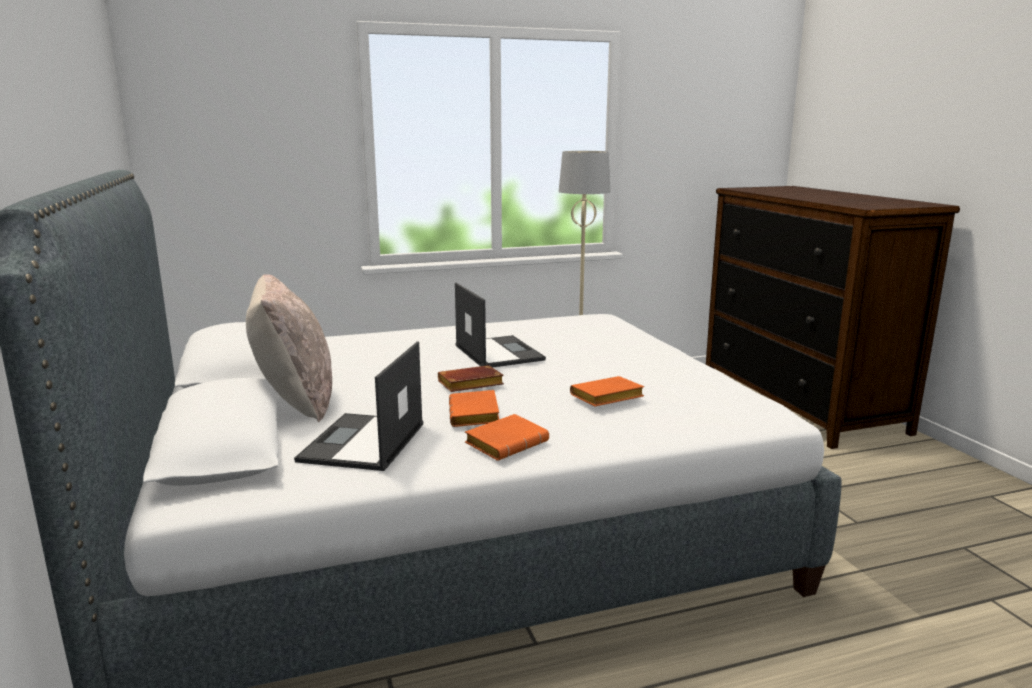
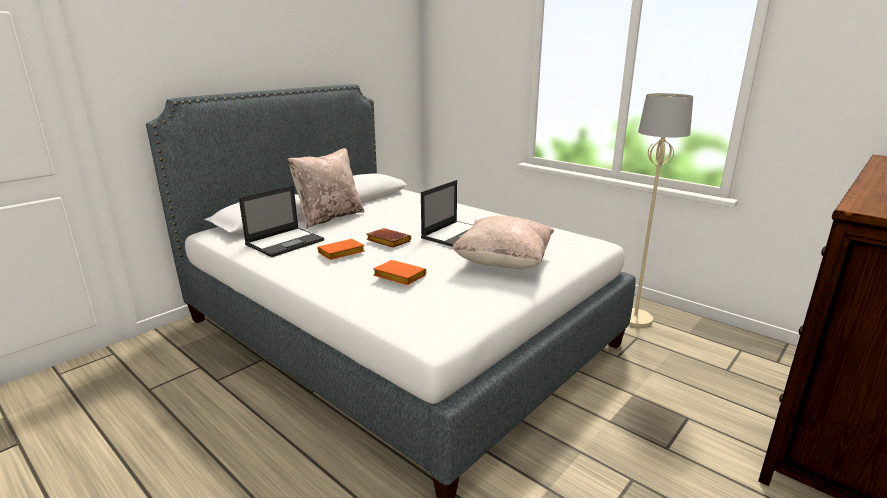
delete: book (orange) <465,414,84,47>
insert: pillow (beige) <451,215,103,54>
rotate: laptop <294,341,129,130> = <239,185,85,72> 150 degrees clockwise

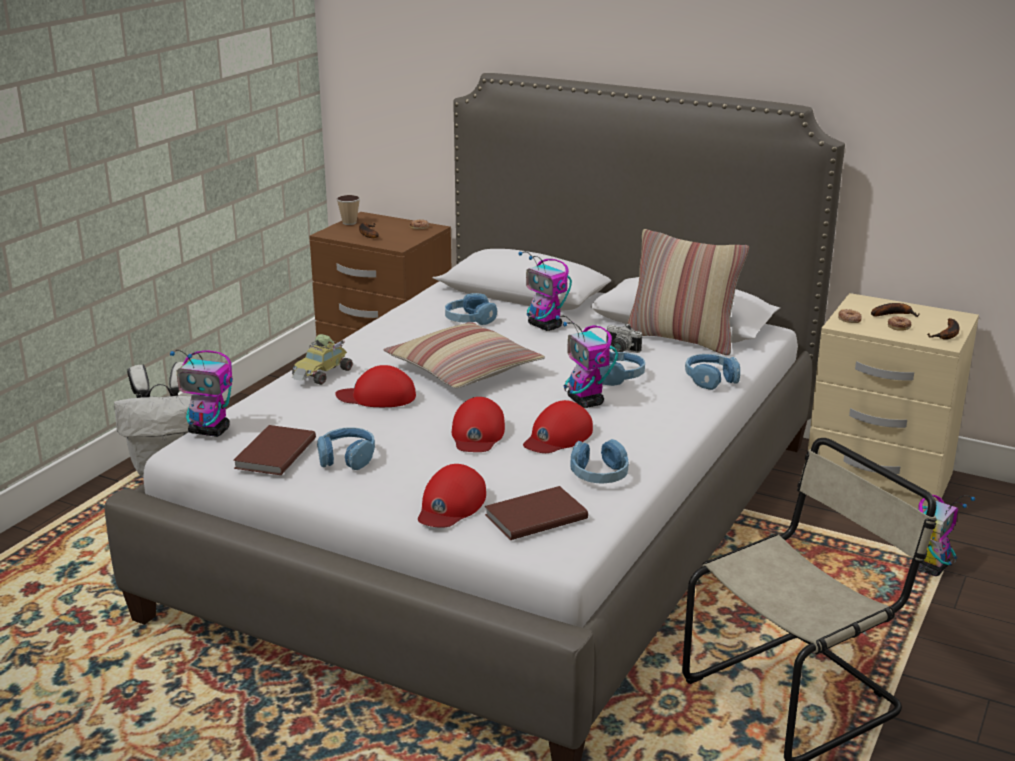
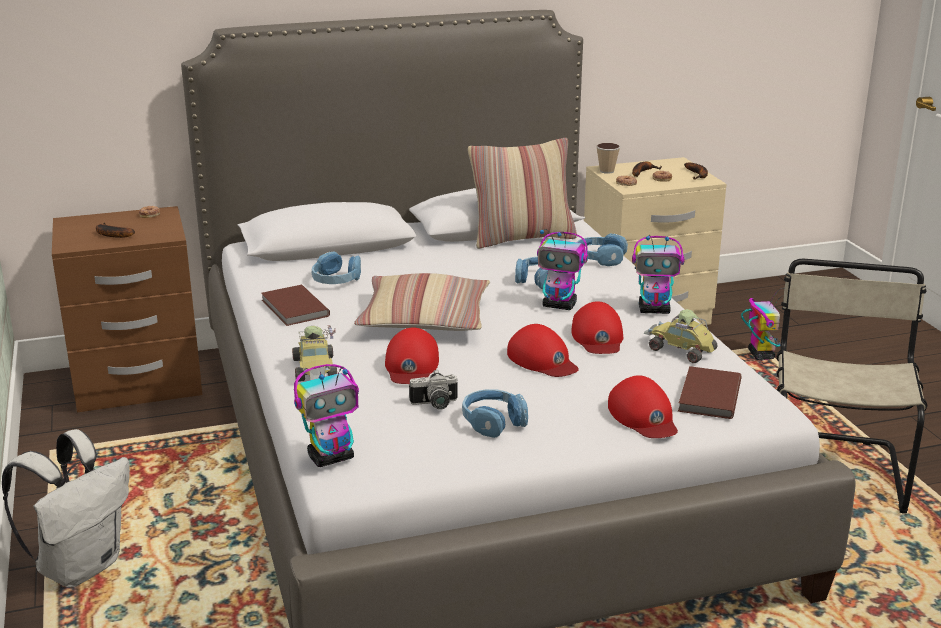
move: cup <337,195,23,30> to <596,143,24,31>; toy robot <518,251,54,80> to <632,235,52,79>; photo camera <606,323,36,30> to <409,370,49,40>; book (brown) <233,425,83,50> to <261,285,69,41>
replace: headphones (blue) <570,439,59,44> to toy car <643,309,74,54>
rotate: cap (red) <335,365,81,42> = <385,327,54,57> 45 degrees counterclockwise

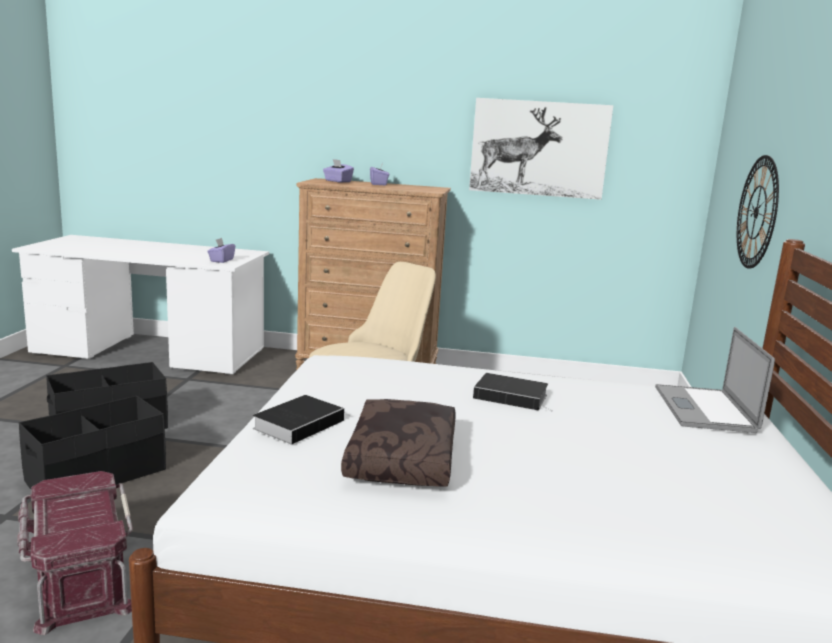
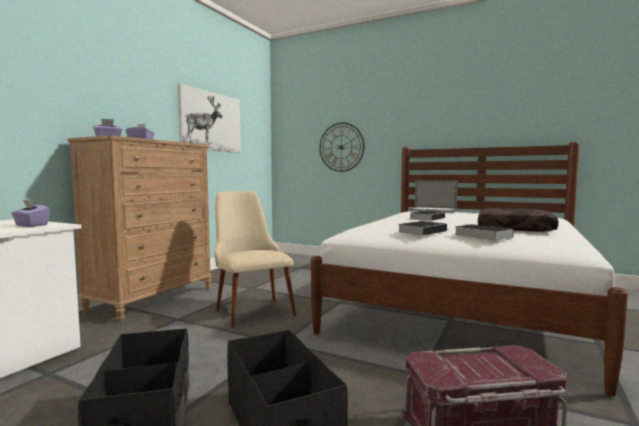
insert: book <398,221,50,14>

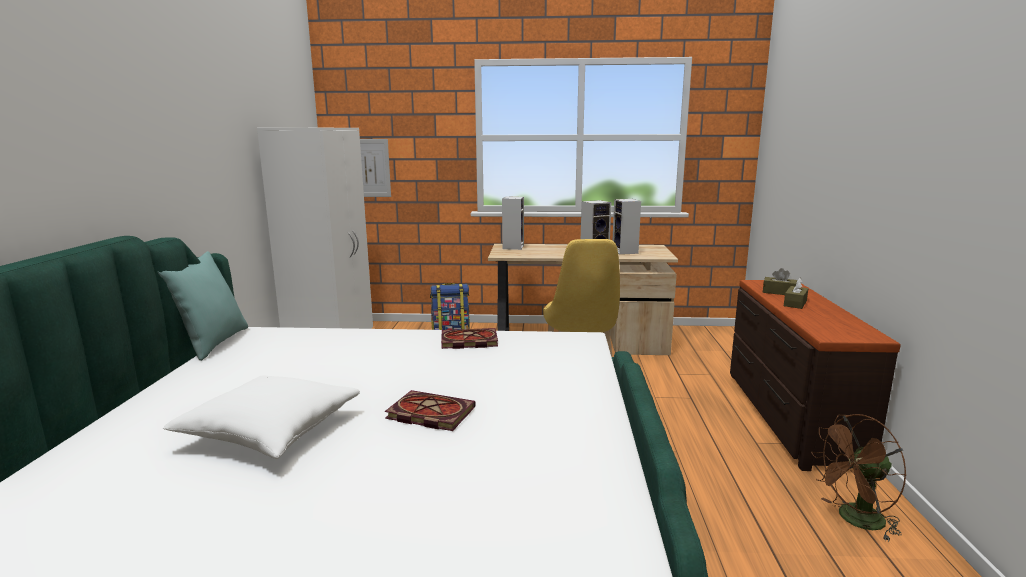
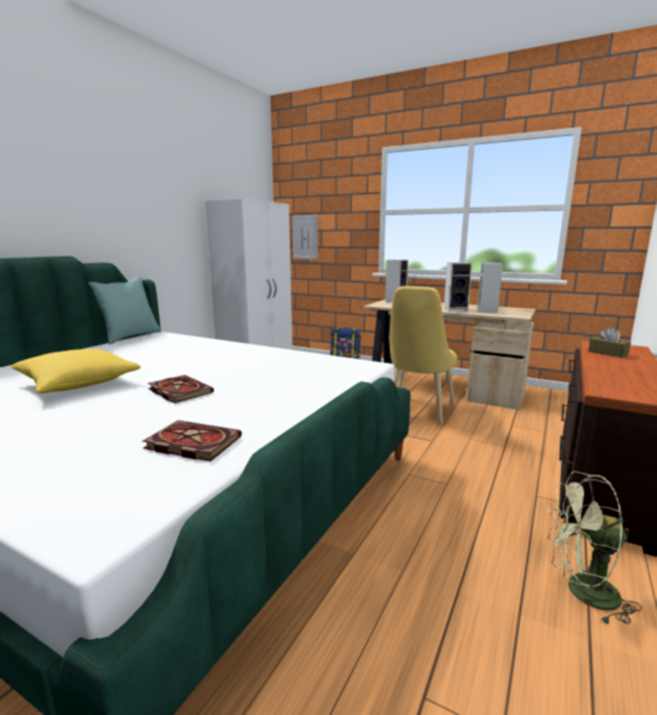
delete: tissue box (brown) <784,278,24,31>
move: book <441,328,57,21> to <142,420,100,41>
recolor: pillow (white) <163,375,197,84> to pillow (yellow) <11,349,130,44>; fan (brown) <811,414,96,128> to fan (green) <546,471,96,155>

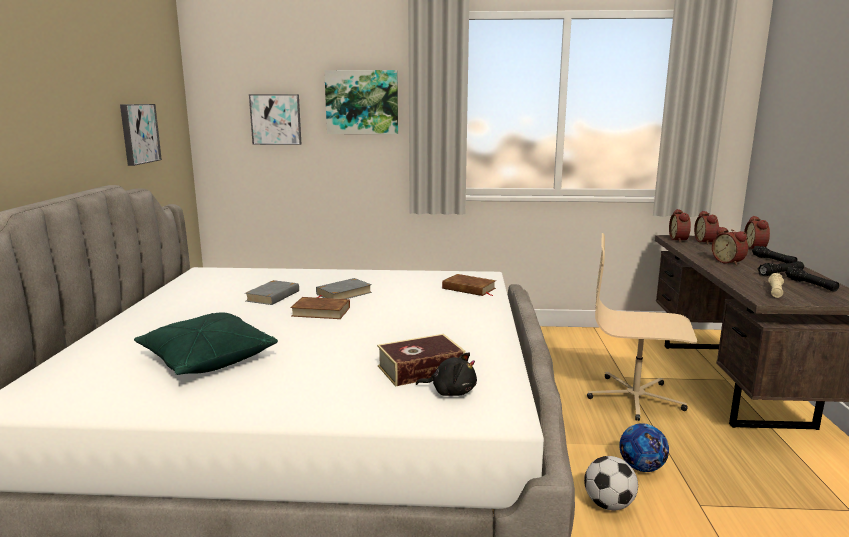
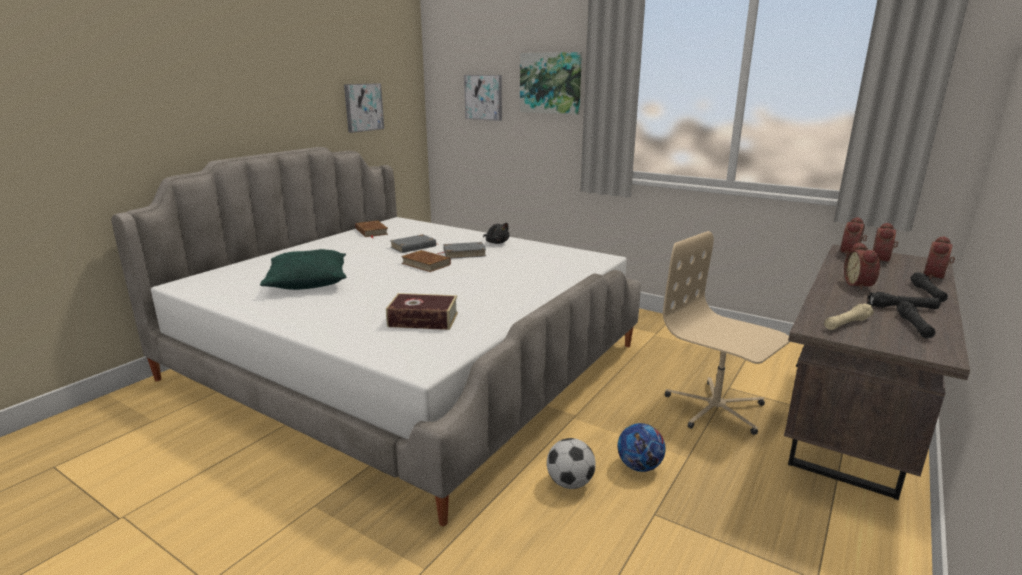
move: book (brown) <442,274,54,22> to <355,221,33,17>; plush toy (black) <416,352,61,44> to <483,223,27,21>

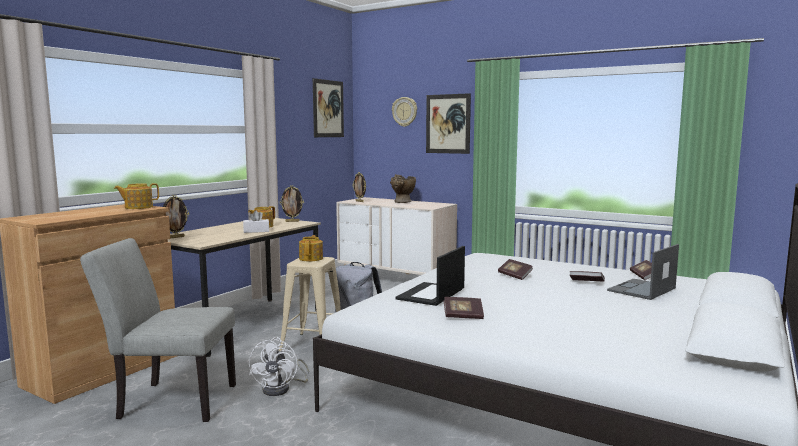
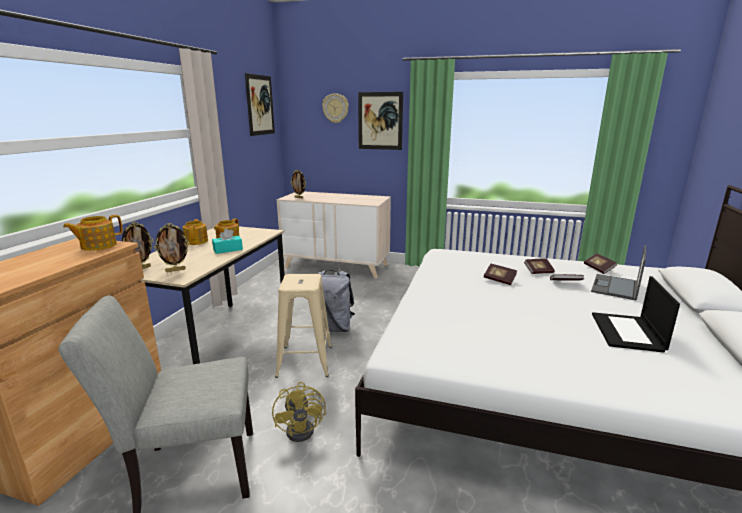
delete: vase (beige) <390,174,26,29>
move: picture frame <280,185,24,37> to <154,223,36,49>; teapot <299,235,24,26> to <182,219,26,26>; laptop <395,246,70,60> to <592,276,88,77>; book <444,297,40,22> to <524,258,31,16>
recolor: tissue box (white) <243,210,26,23> to tissue box (turquoise) <212,229,31,25>; fan (white) <249,337,60,59> to fan (yellow) <272,382,54,60>

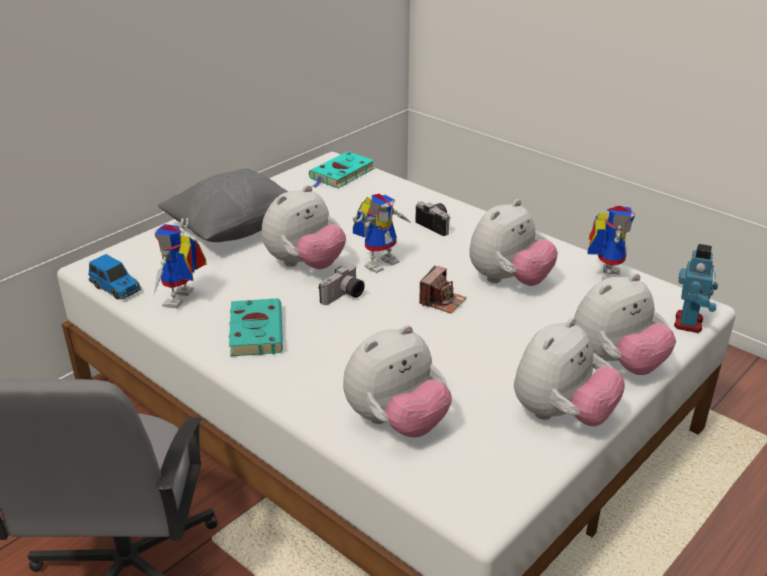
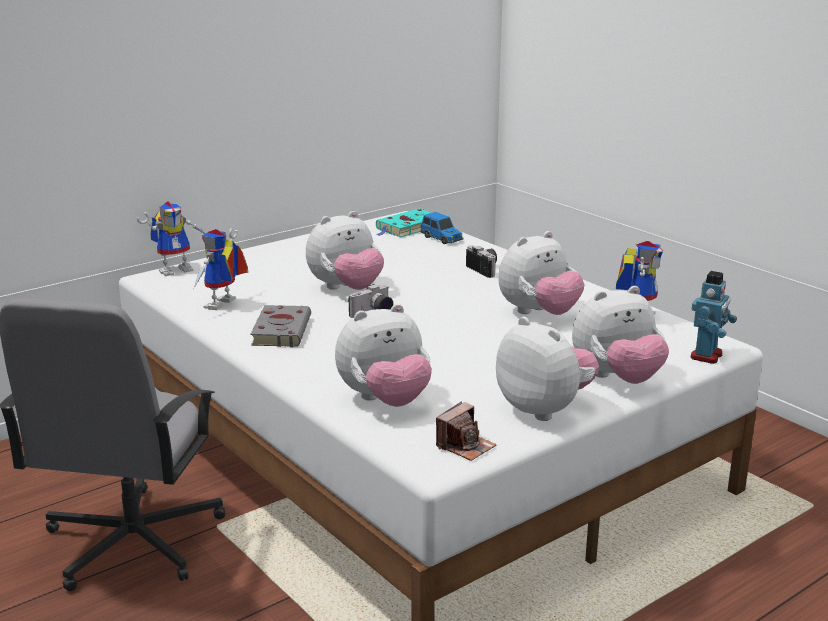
delete: pillow (grey) <158,169,131,73>
move: toy robot <352,194,59,79> to <137,201,69,75>; toy car <88,254,53,45> to <420,212,44,32>; photo camera <419,266,48,48> to <436,401,61,60>
recolor: book (turquoise) <229,298,54,59> to book (grey) <251,305,60,42>
rotate: plush toy <514,318,111,108> = <496,317,103,104> 90 degrees counterclockwise

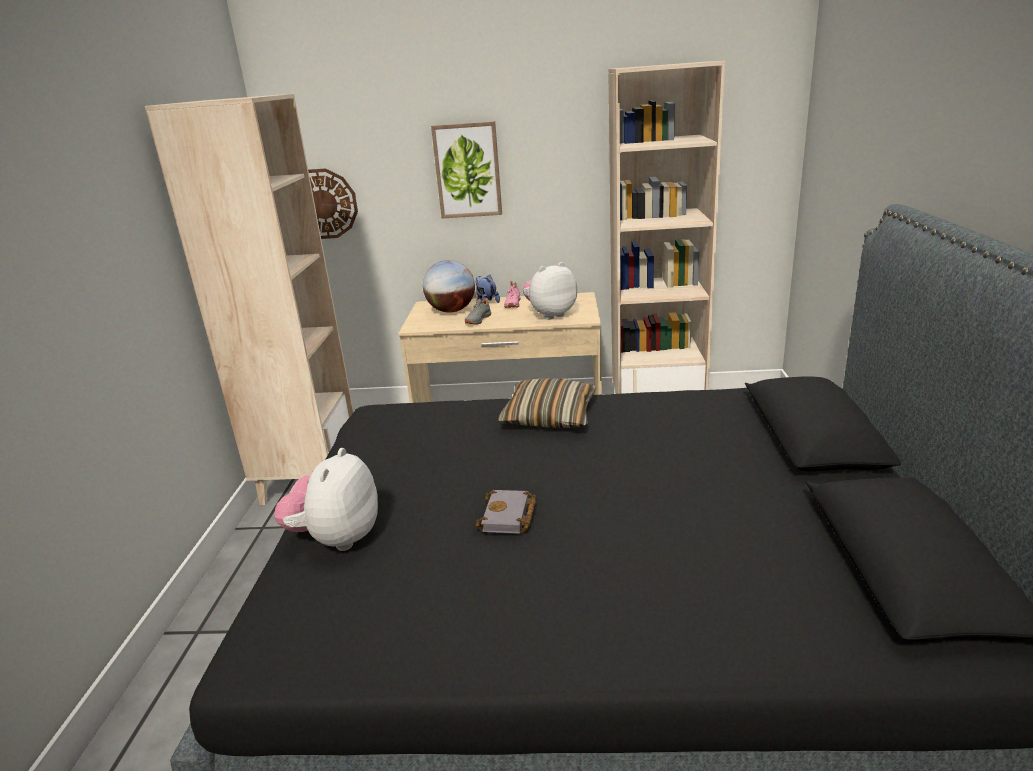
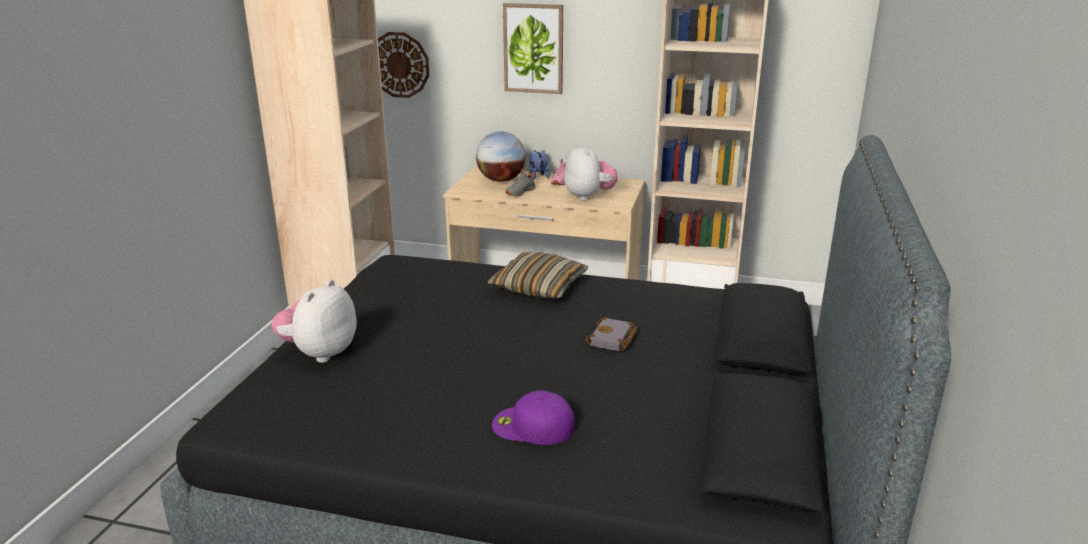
insert: cap (purple) <492,390,83,55>
move: book (grey) <475,490,61,44> to <585,317,53,34>
rotate: plush toy <522,262,55,58> = <564,144,54,57> 90 degrees clockwise

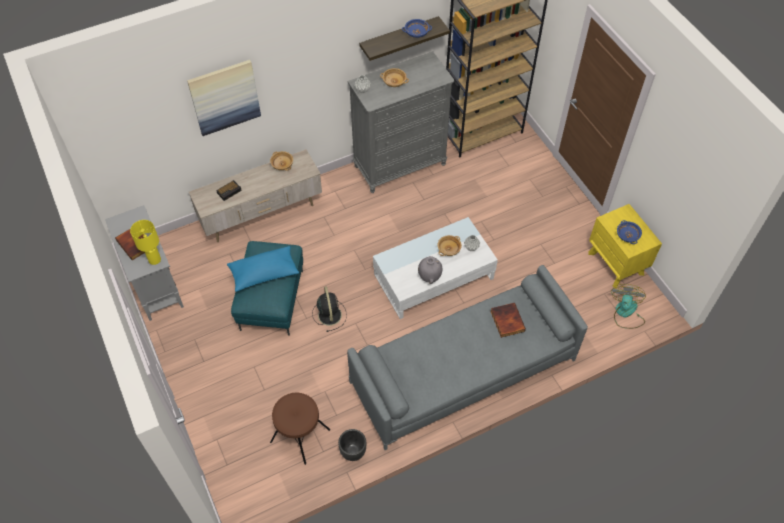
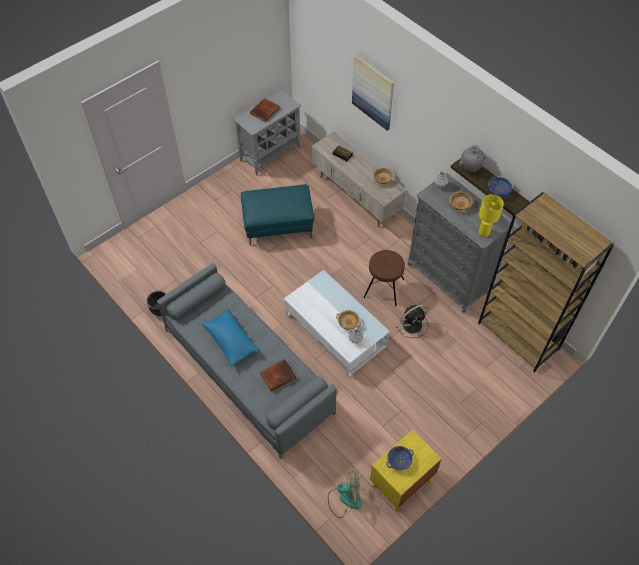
move: table lamp (yellow) <130,220,31,45> to <479,194,25,43>; pillow (blue) <227,246,72,46> to <202,309,57,57>; vase (grey) <418,256,24,28> to <459,145,26,27>; fan (black) <312,286,35,46> to <396,304,32,34>; stool (brown) <270,393,60,72> to <363,250,42,56>

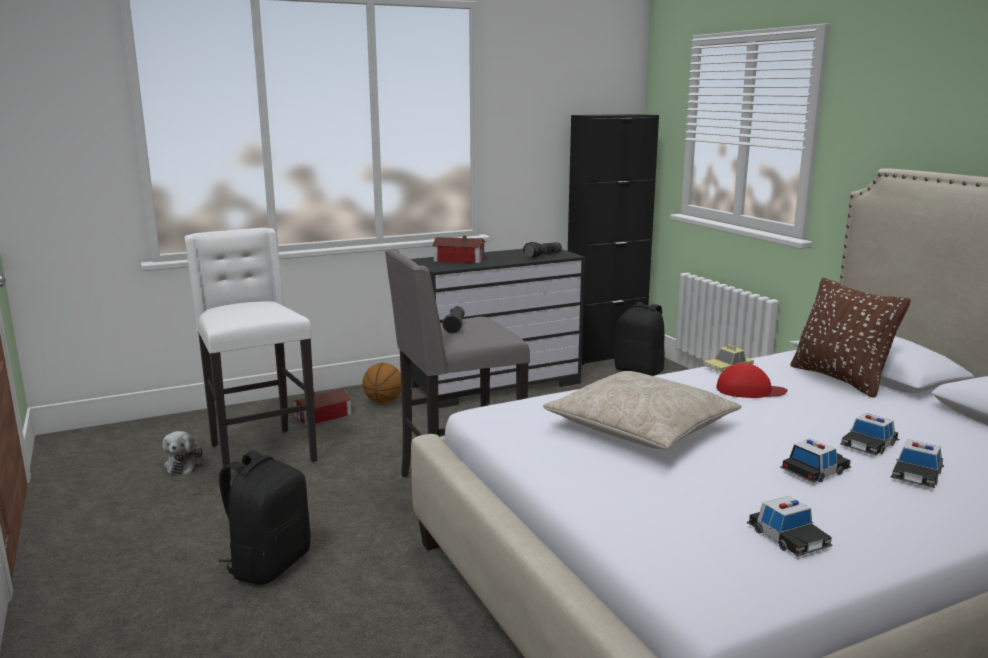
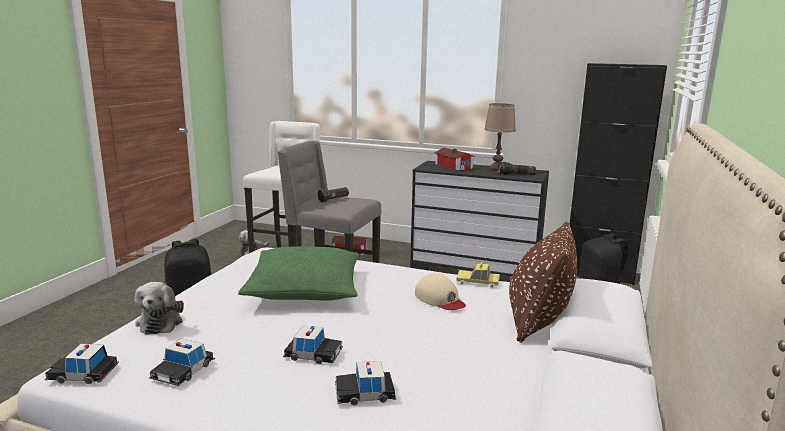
delete: basketball <362,363,40,40>
insert: table lamp (brown) <484,103,32,68>; plush toy <135,282,49,53>
move: toy car <840,413,59,43> to <45,344,74,40>
recolor: cap (red) <716,363,71,35> to cap (beige) <415,273,51,37>; pillow (beige) <543,371,199,79> to pillow (green) <238,246,121,55>

